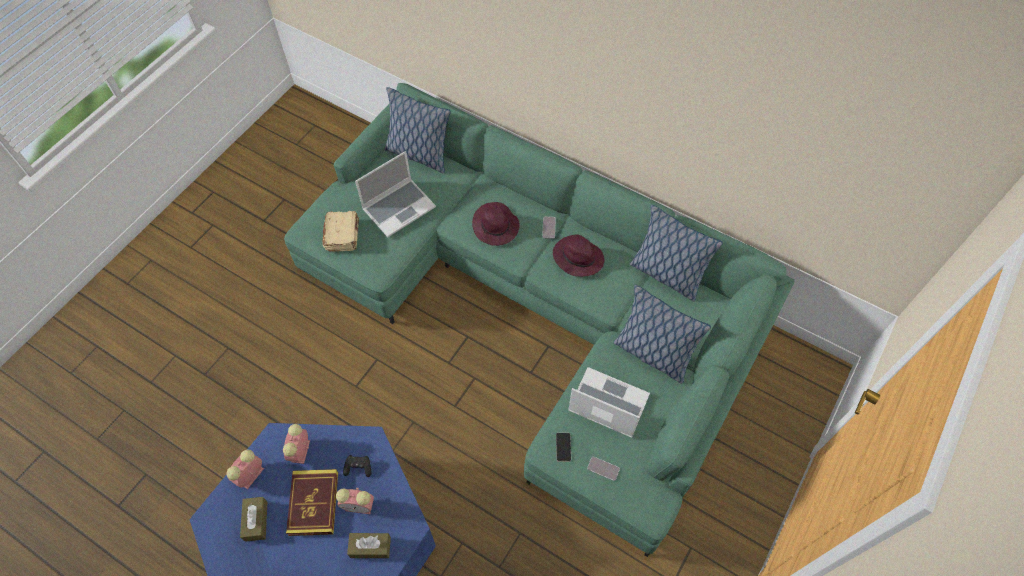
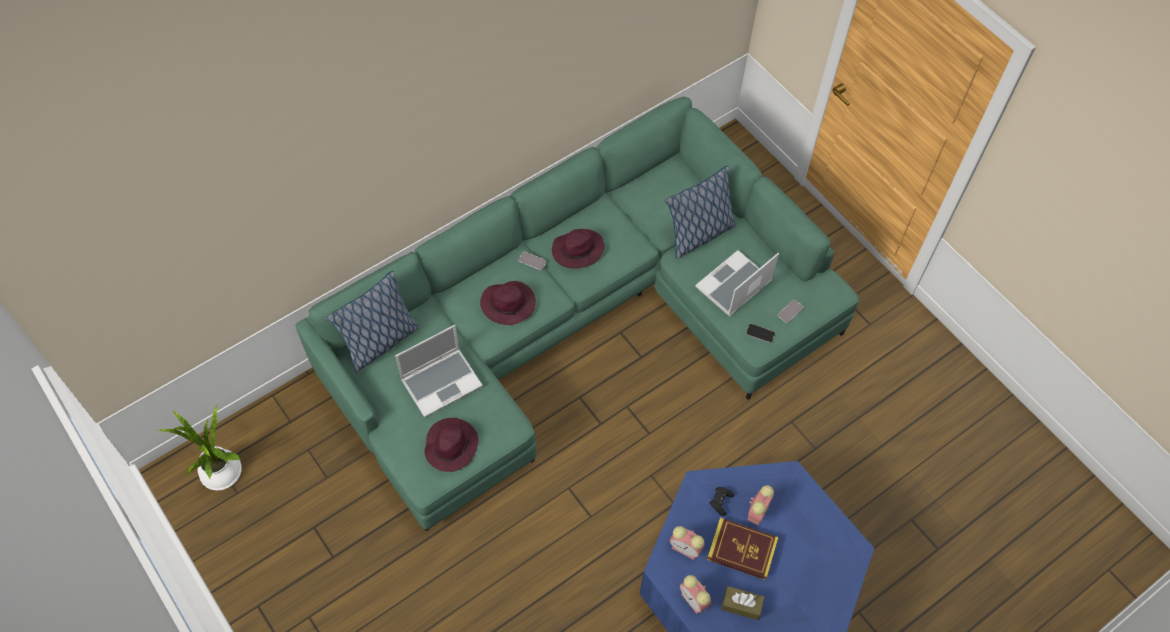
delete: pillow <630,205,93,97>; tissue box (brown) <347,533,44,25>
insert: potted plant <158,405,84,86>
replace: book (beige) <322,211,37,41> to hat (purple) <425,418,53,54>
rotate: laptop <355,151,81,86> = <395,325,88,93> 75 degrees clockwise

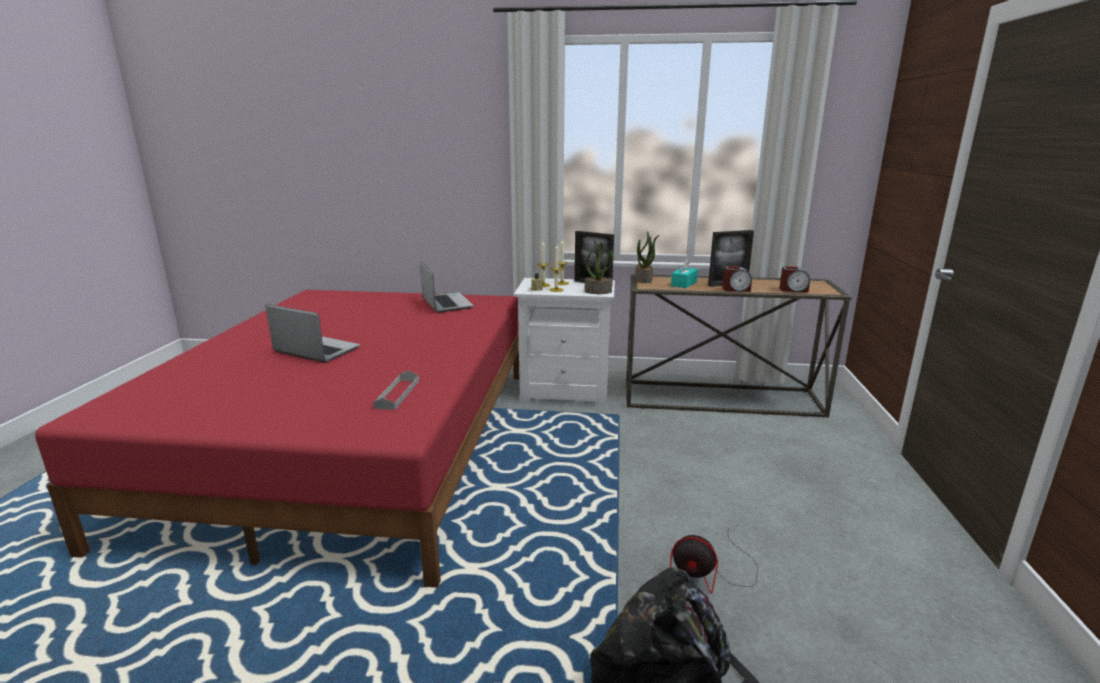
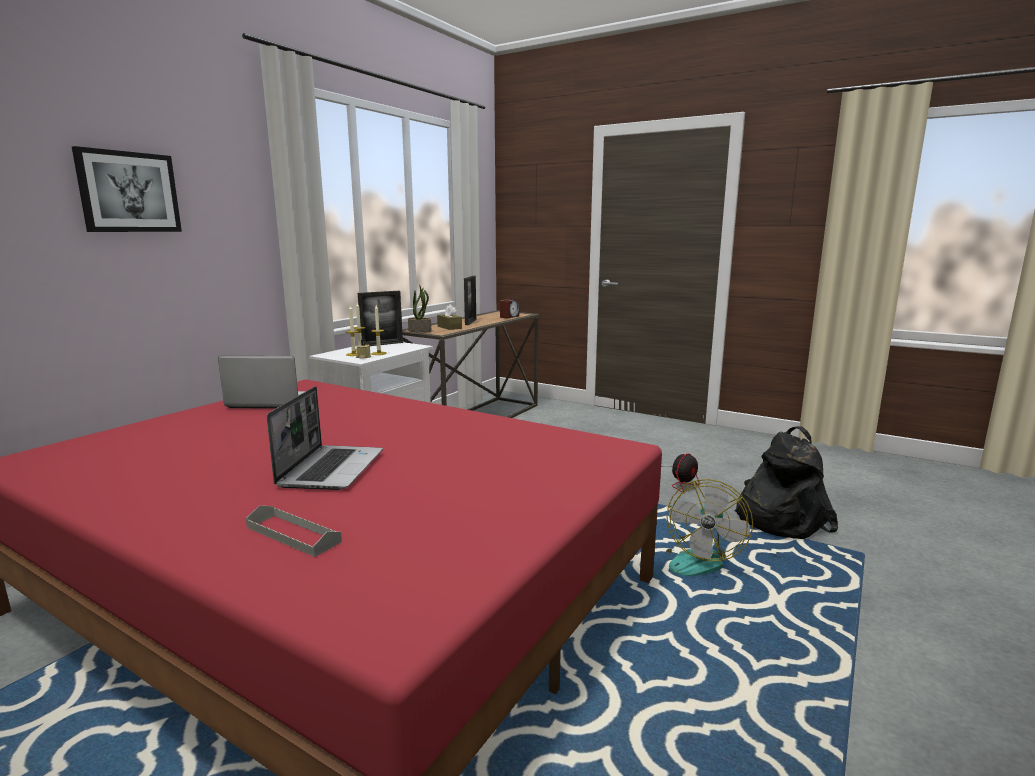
delete: potted plant <585,242,29,52>; alarm clock <722,266,30,26>
insert: picture <72,146,110,86>; fan <666,479,87,97>
move: tray (grey) <373,370,46,40> to <246,505,96,52>
recolor: tissue box (turquoise) <671,258,27,30> to tissue box (brown) <437,304,25,26>
rotate: laptop <266,304,94,59> = <267,386,116,104> 135 degrees clockwise

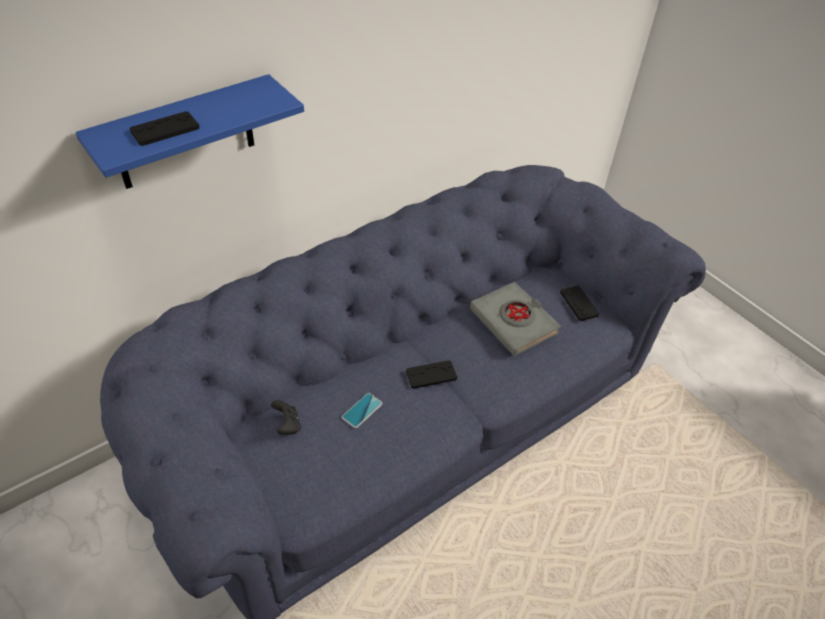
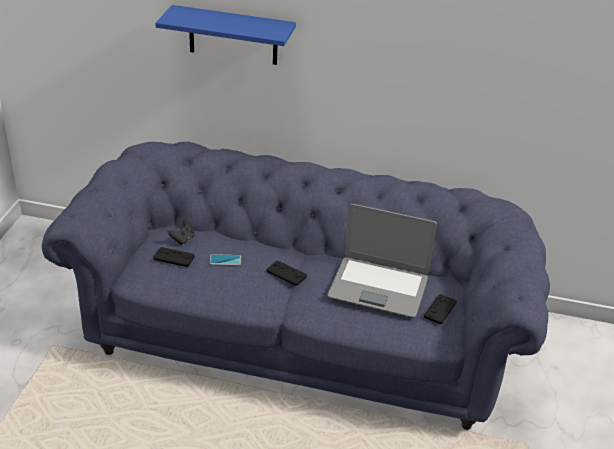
move: game controller (black) <129,111,71,35> to <154,247,41,20>
replace: book (grey) <470,282,91,74> to laptop <327,204,110,114>

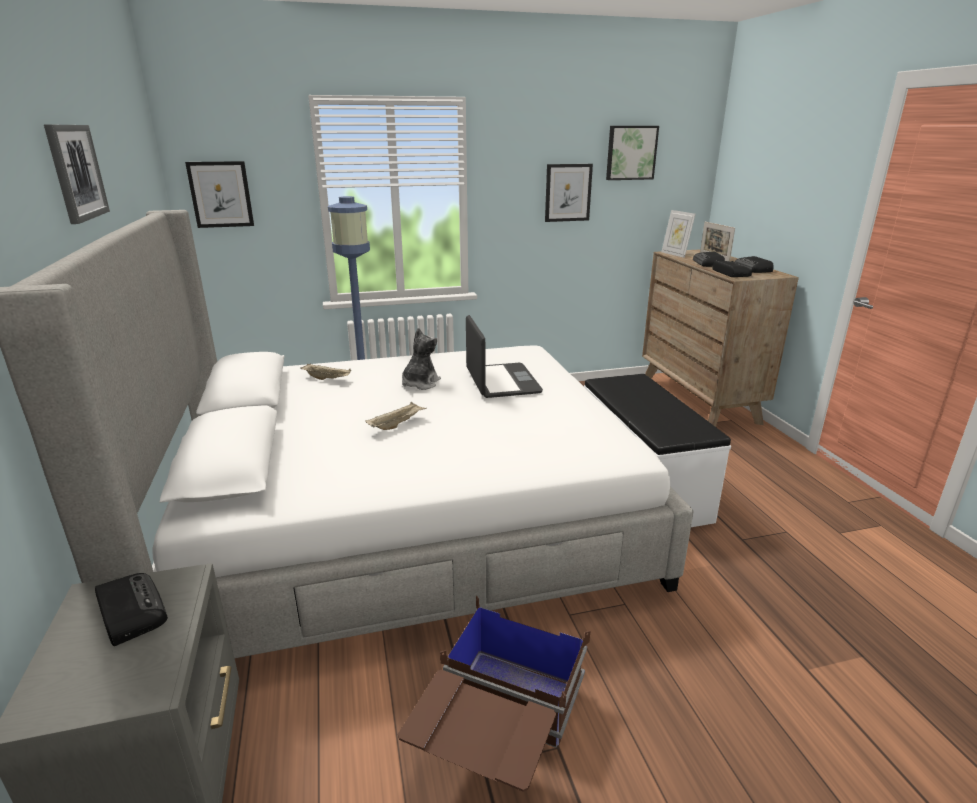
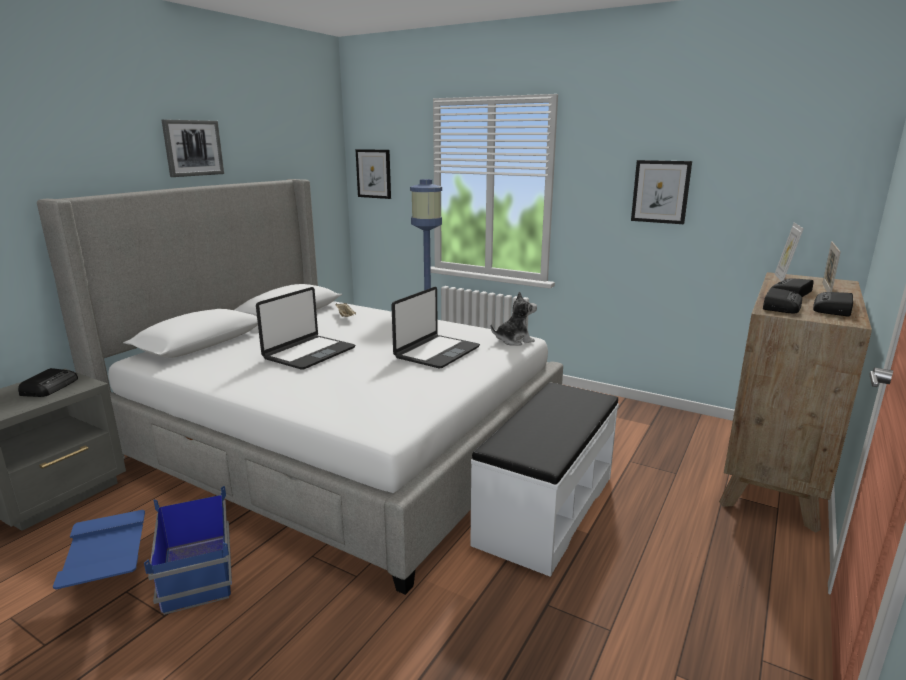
delete: picture <606,126,53,54>
move: plush toy <402,328,39,62> to <491,291,46,55>
replace: tray (beige) <365,402,61,28> to laptop <256,287,99,83>
recolor: storage box (brown) <398,596,192,196> to storage box (blue) <53,486,179,129>

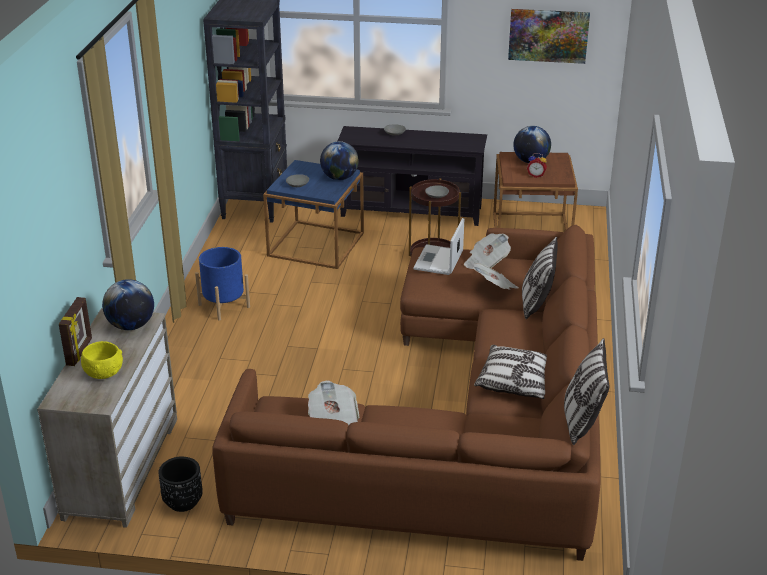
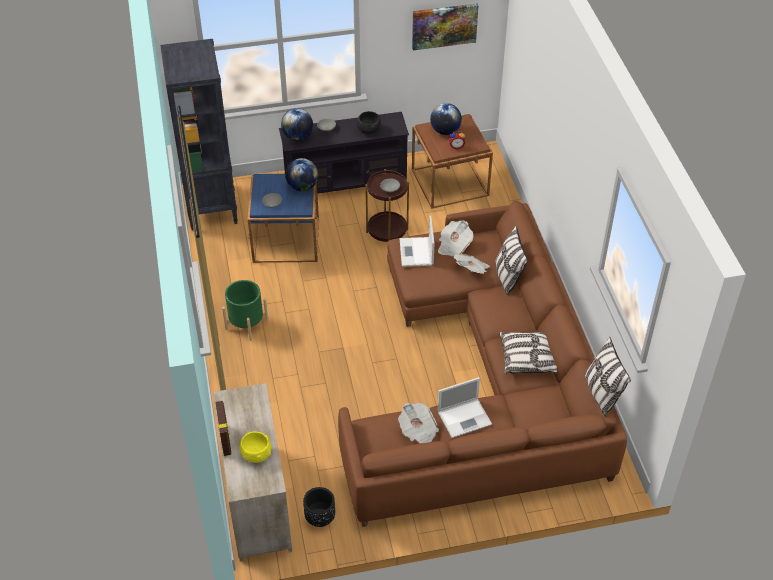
insert: bowl (black) <357,111,24,23>; laptop <438,377,54,61>
move: globe <102,279,52,51> to <281,108,32,32>
recolor: planter (blue) <195,247,55,74> to planter (green) <222,280,46,61>

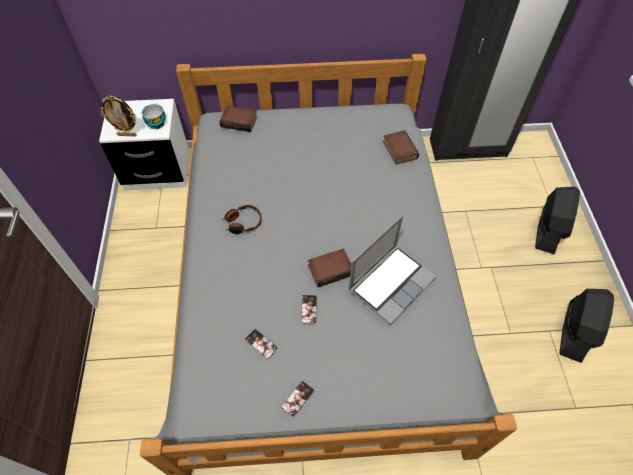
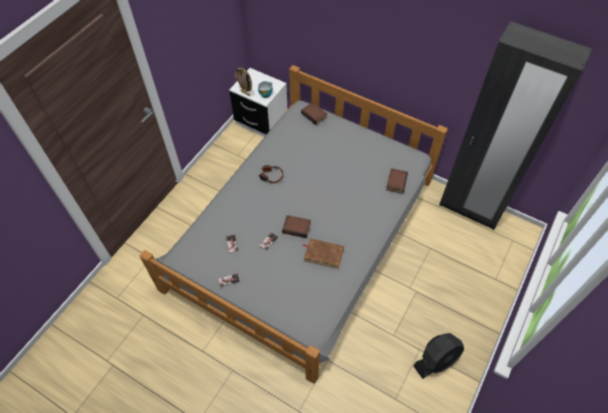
delete: fan (black) <535,187,45,68>
replace: laptop <348,215,89,110> to book (brown) <303,238,41,31>

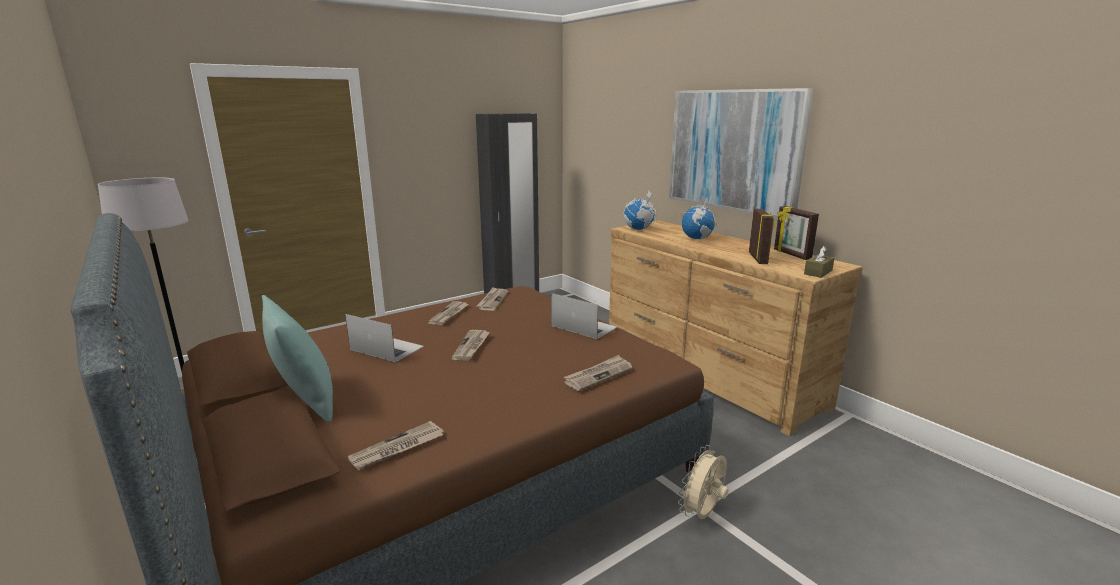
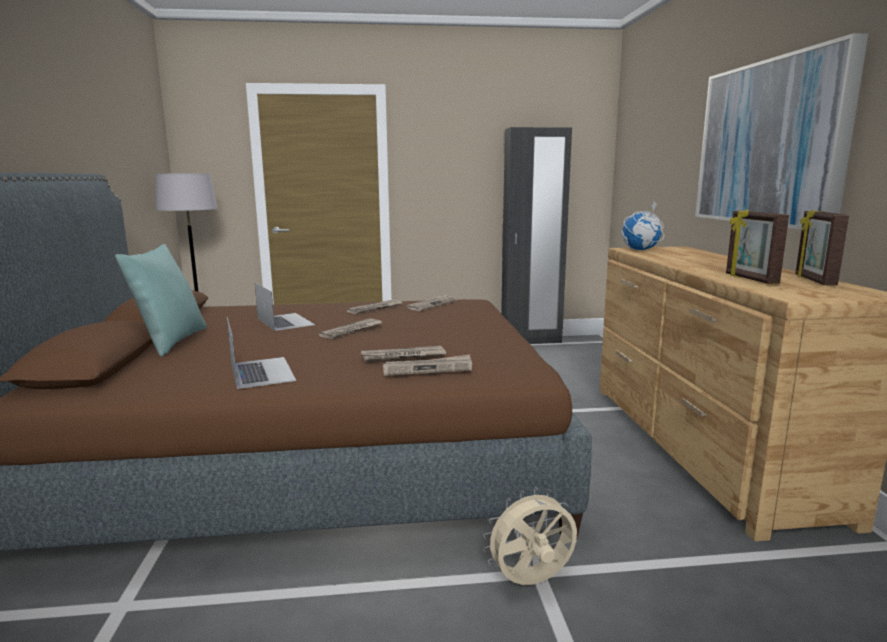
delete: globe <681,195,36,45>; tissue box (brown) <804,246,30,32>
move: laptop <551,293,66,46> to <227,317,69,72>; newspaper <348,421,96,50> to <361,346,85,15>
rotate: picture frame <749,209,26,55> = <726,209,63,75> 135 degrees clockwise

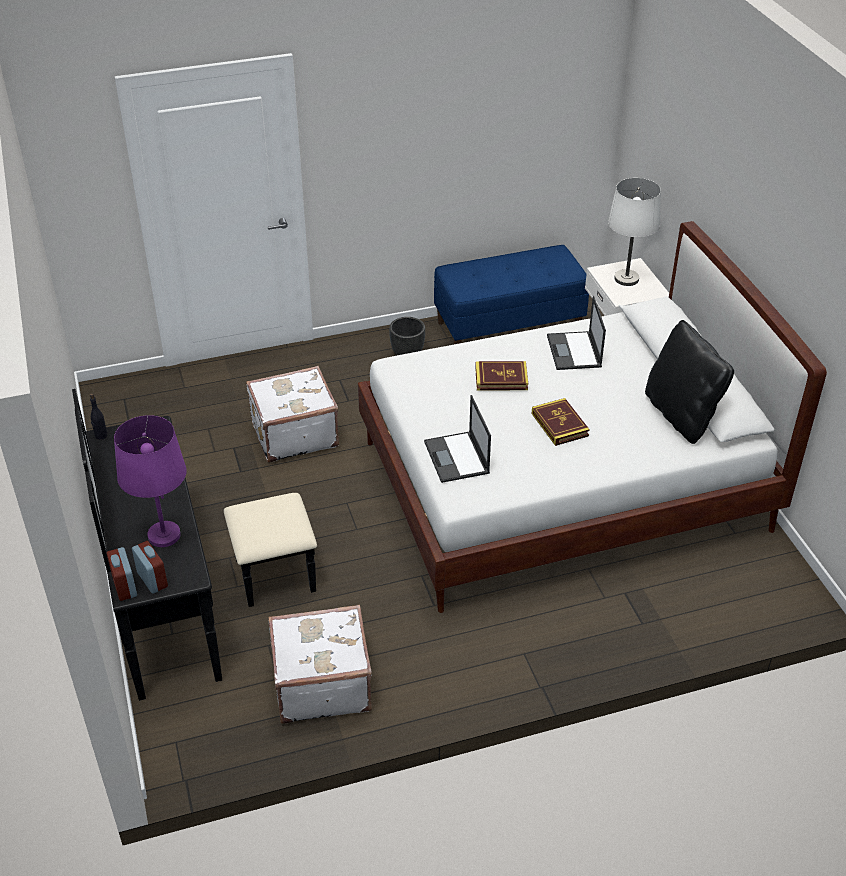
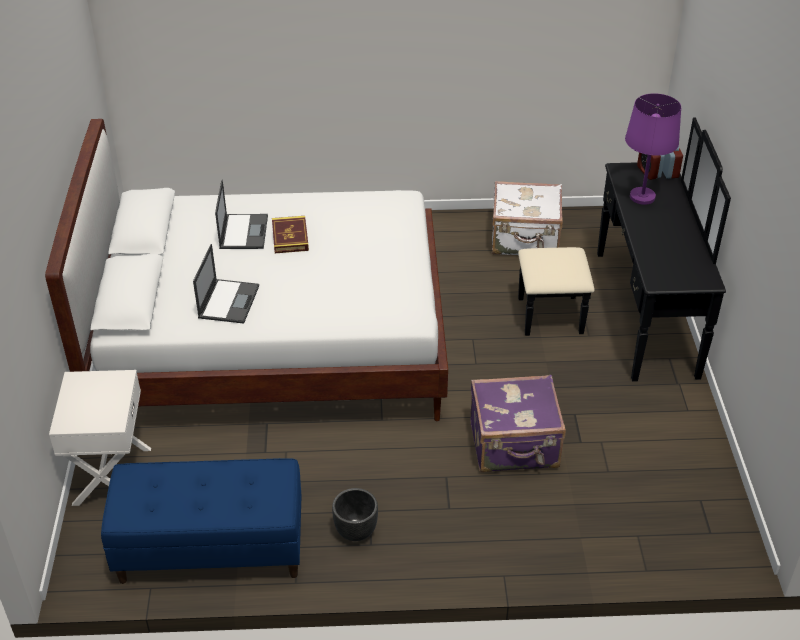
delete: table lamp (white) <608,178,53,108>; pillow (black) <645,320,89,124>; book <475,361,53,30>; bottle (black) <90,393,18,47>
move: laptop <424,395,67,88> to <215,180,53,69>
recolor: suitcase (white) <246,366,93,97> to suitcase (purple) <470,375,96,98>

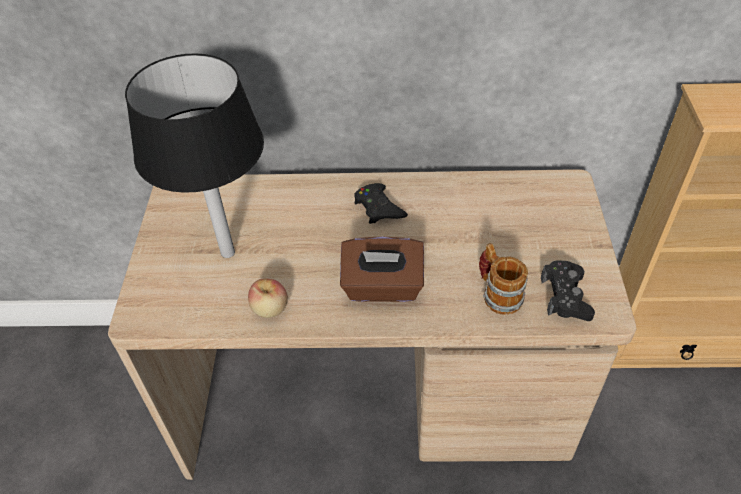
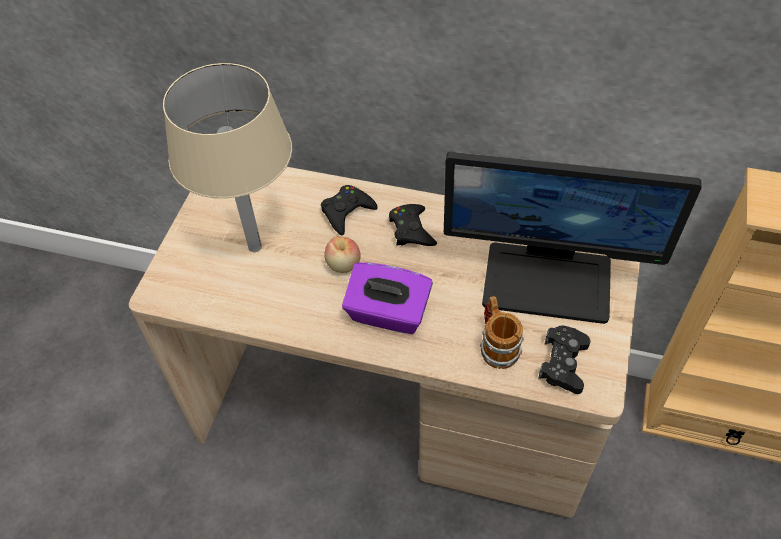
insert: monitor <444,151,258,173>; game controller (black) <321,185,57,50>
move: apple <248,279,40,39> to <324,236,37,37>
recolor: table lamp (black) <125,53,139,205> to table lamp (beige) <163,63,129,189>; tissue box (brown) <340,237,84,65> to tissue box (purple) <342,262,91,72>

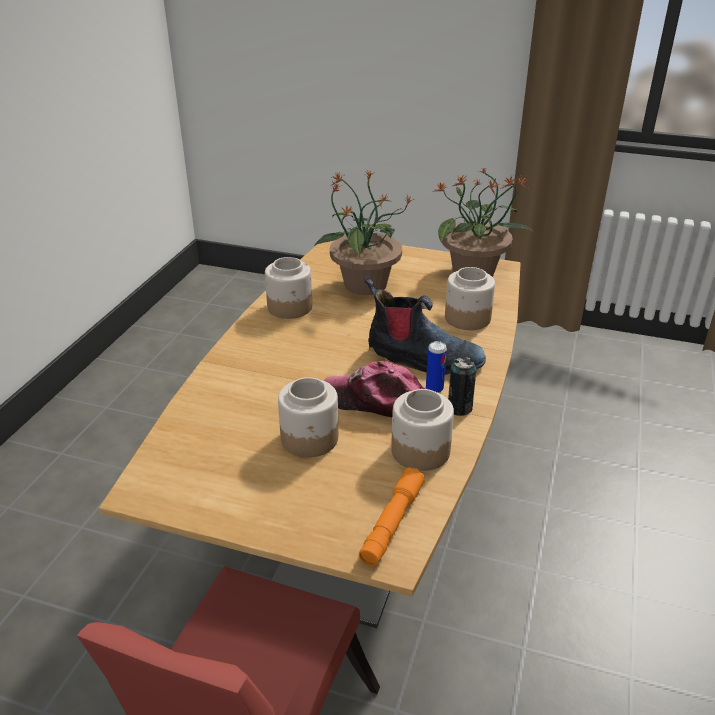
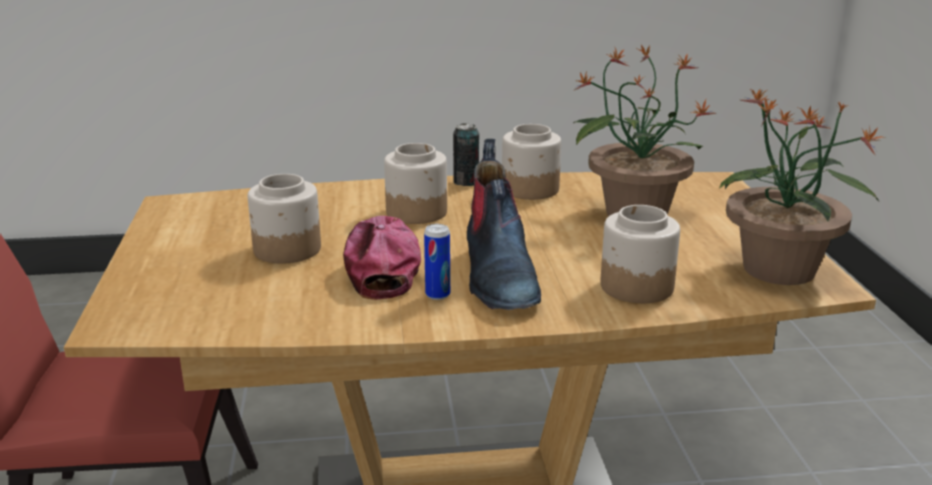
delete: flashlight (orange) <359,467,66,99>
move: can <448,357,29,59> to <453,123,26,63>; jar <391,389,63,82> to <384,143,63,81>

